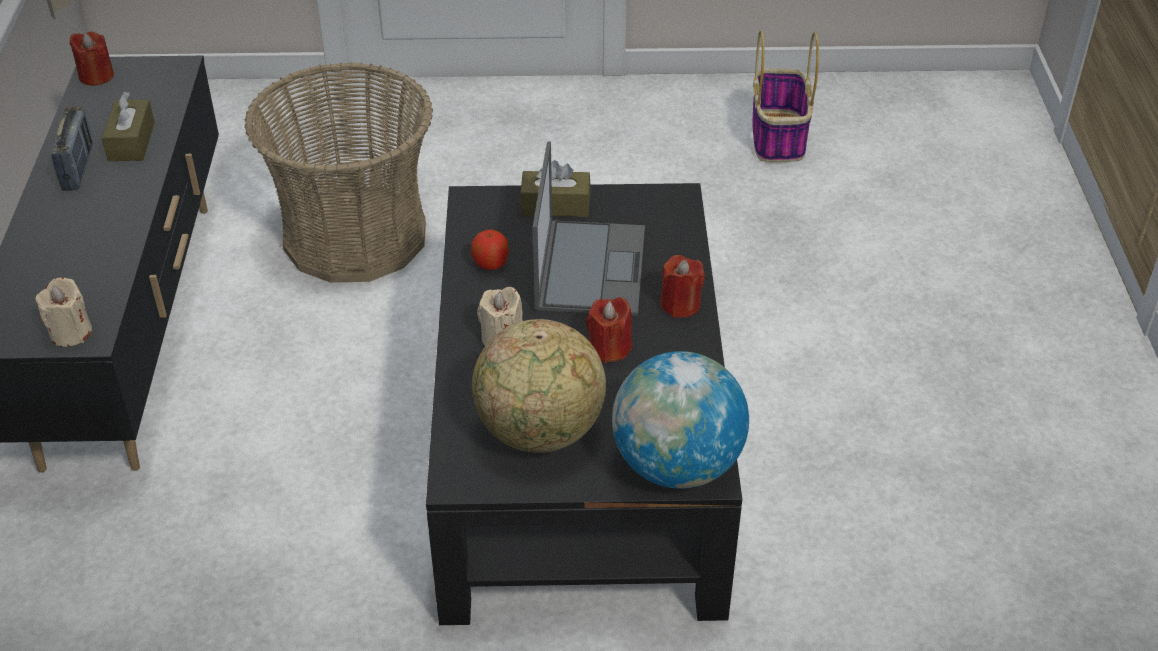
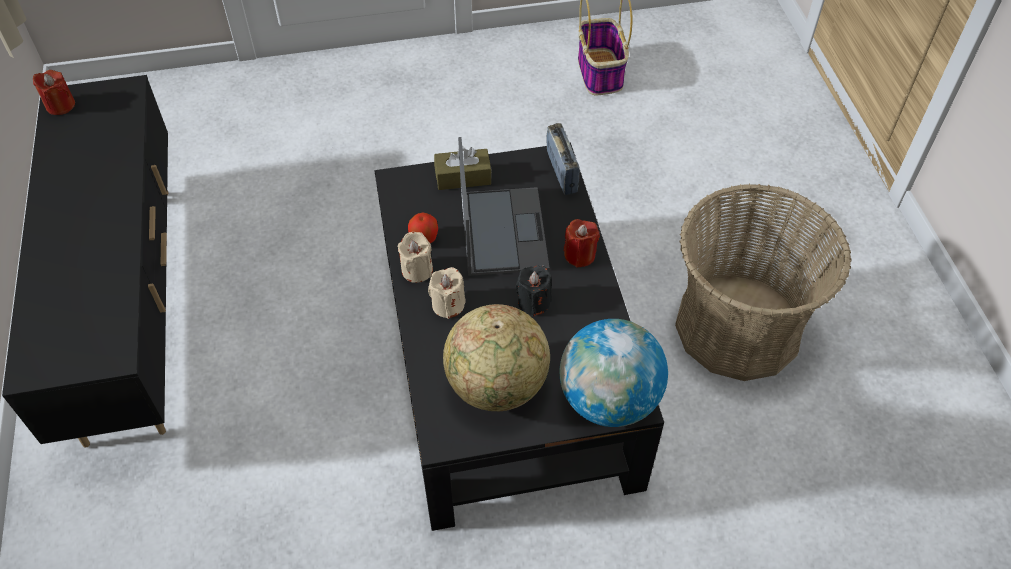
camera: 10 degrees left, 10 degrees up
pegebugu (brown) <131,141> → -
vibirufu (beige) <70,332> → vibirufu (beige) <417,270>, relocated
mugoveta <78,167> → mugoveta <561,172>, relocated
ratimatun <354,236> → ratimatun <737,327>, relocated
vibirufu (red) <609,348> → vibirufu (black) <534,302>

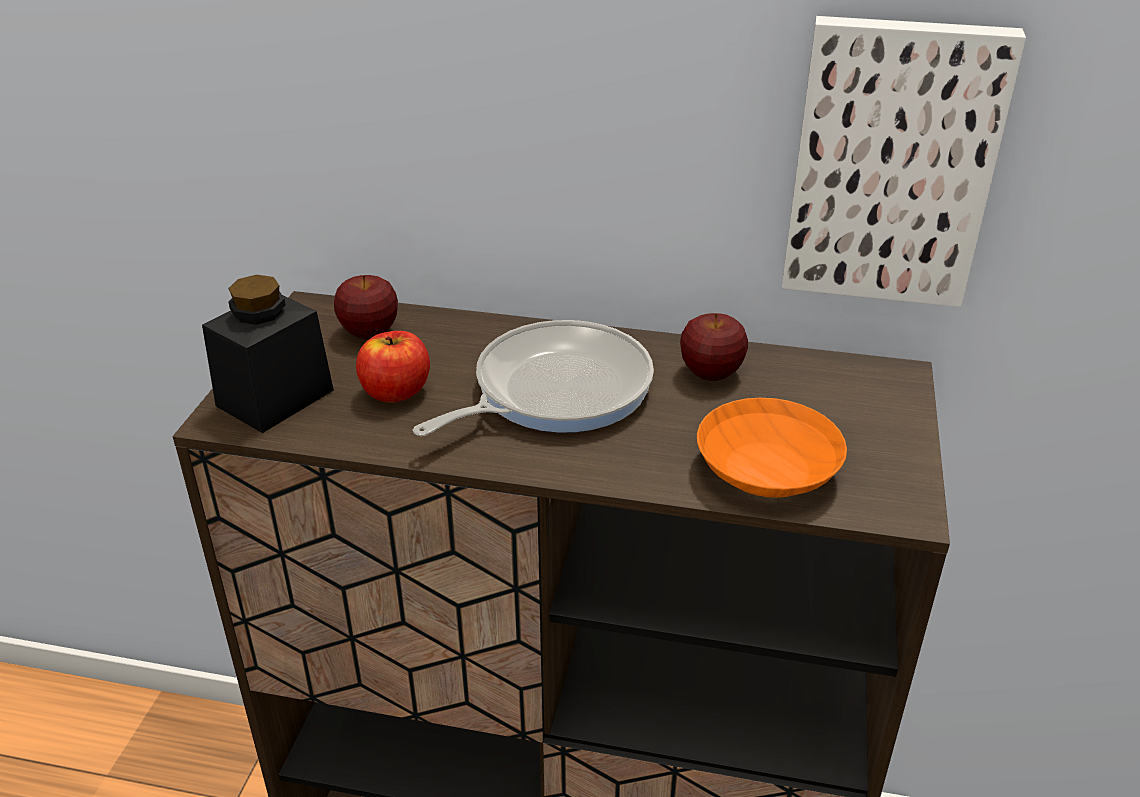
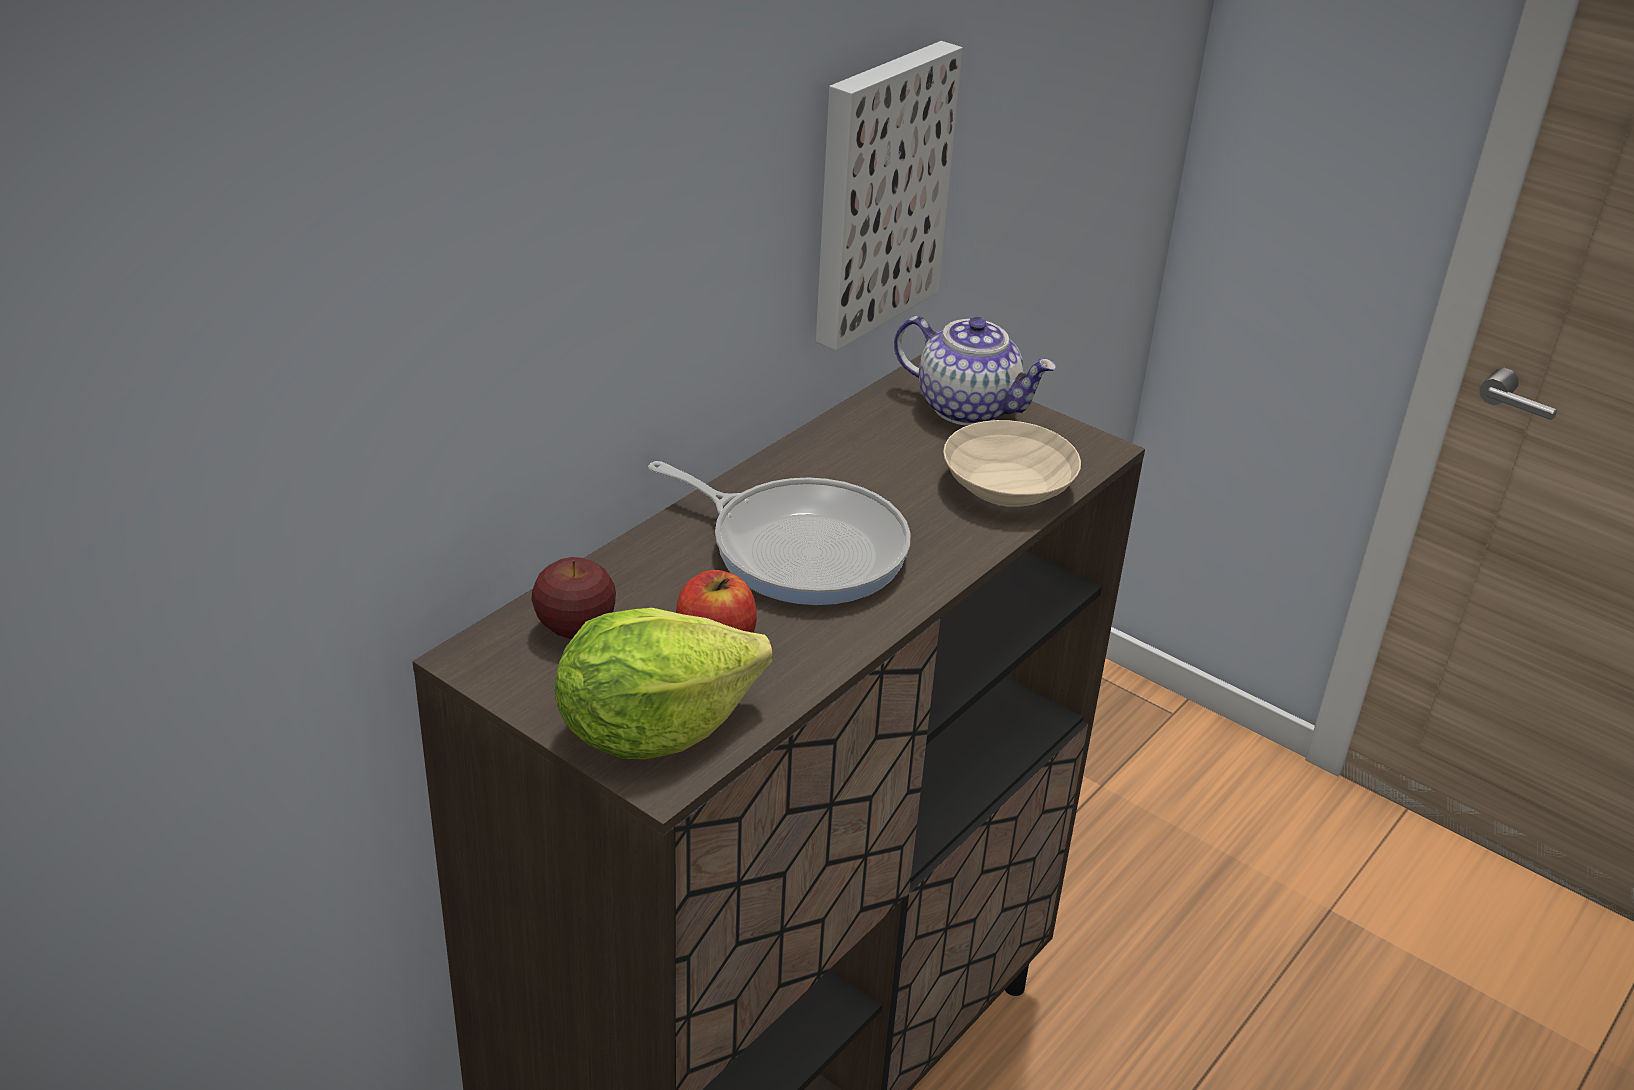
camera: 65 degrees left, 0 degrees up
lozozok <711,373> → -
- → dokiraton <969,407>
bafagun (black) <275,398> → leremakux <653,729>
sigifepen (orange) <763,469> → sigifepen (beige) <1004,486>
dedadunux <554,391> → dedadunux <800,548>, 135 degrees clockwise

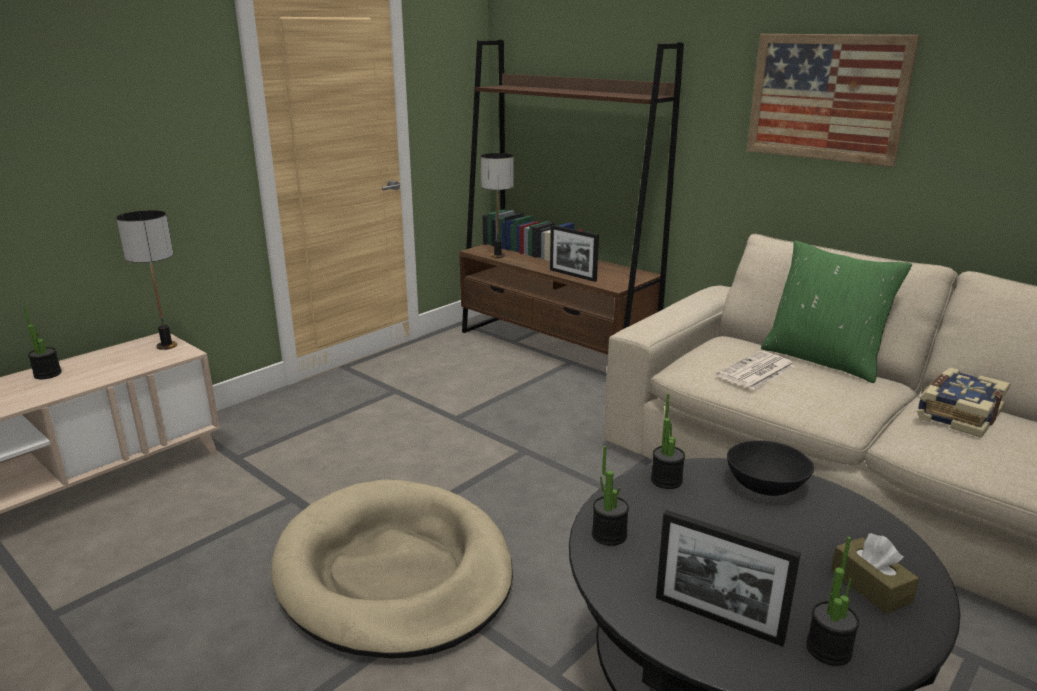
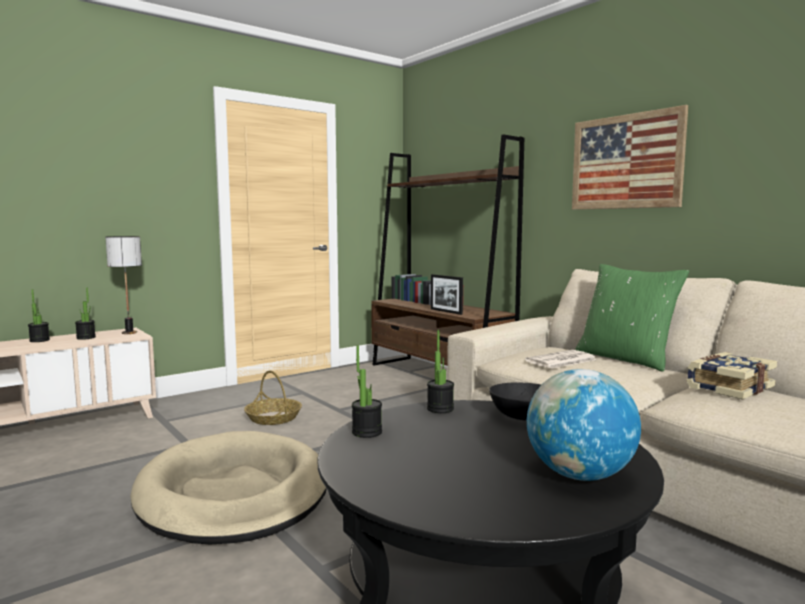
camera: 10 degrees right, 15 degrees down
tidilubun <498,256> → -
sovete <718,619> → -
- → ratimatun <273,418>
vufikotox <828,649> → vufikotox <86,337>, relocated
pegebugu (brown) <870,586> → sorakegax <579,475>

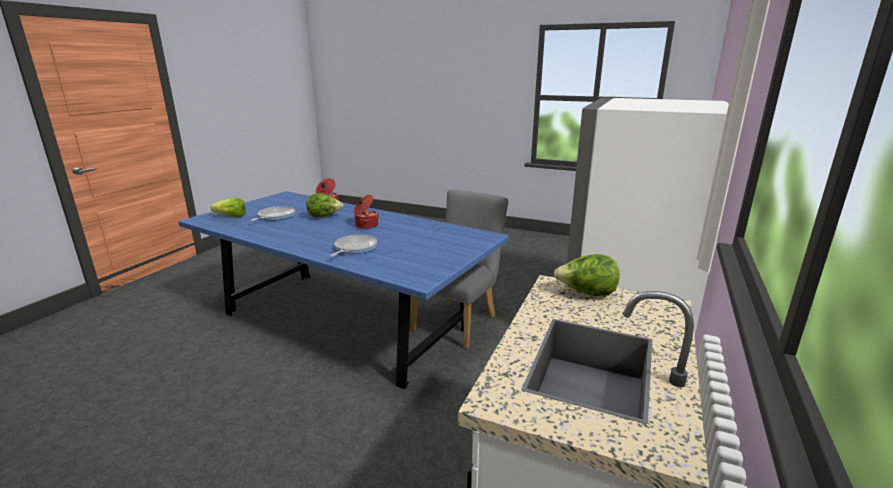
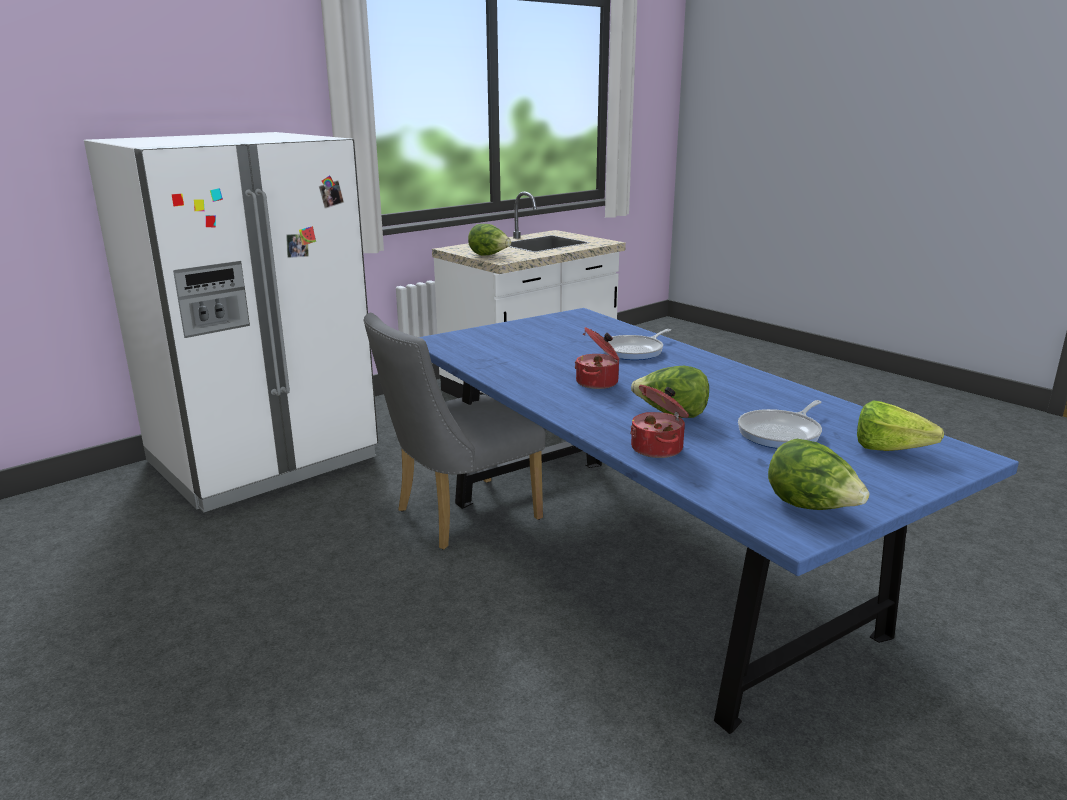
camera: 155 degrees left, 0 degrees up
- → leremakux <811,507>

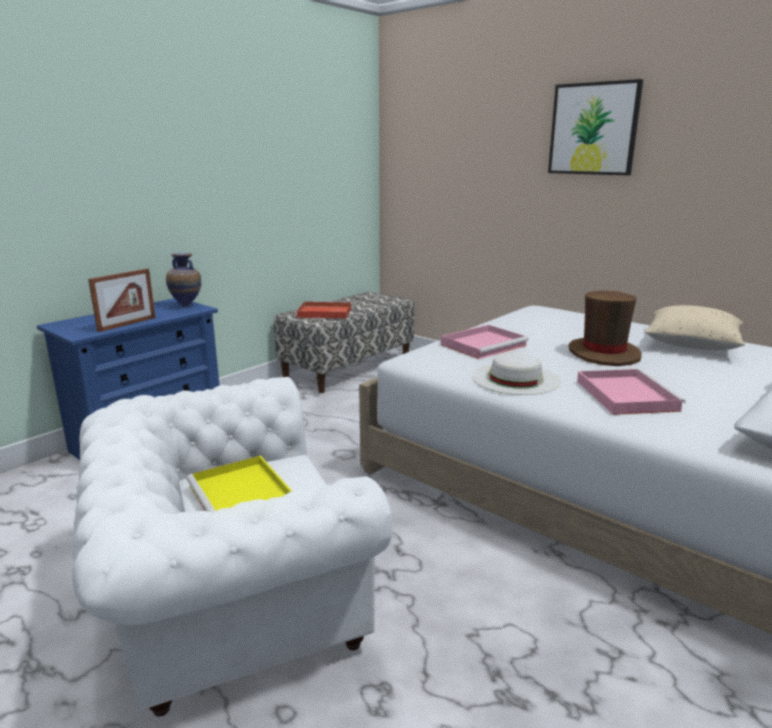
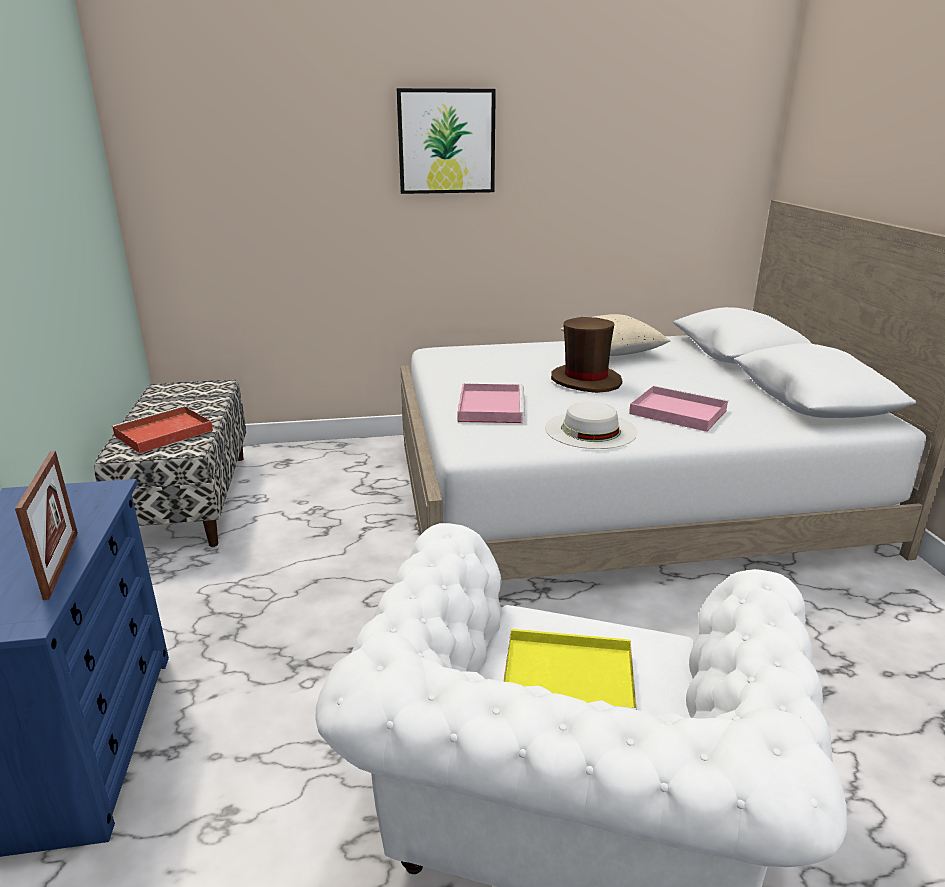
camera: 50 degrees left, 5 degrees up
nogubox <187,306> → -

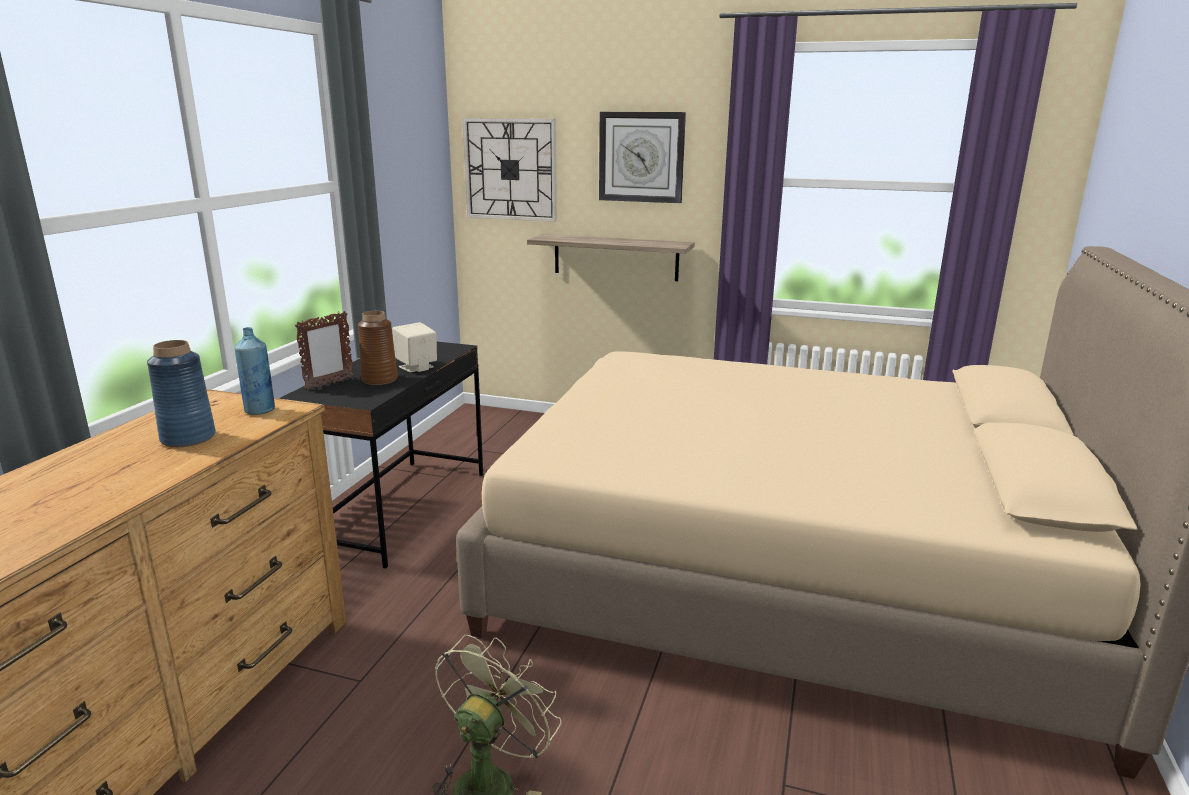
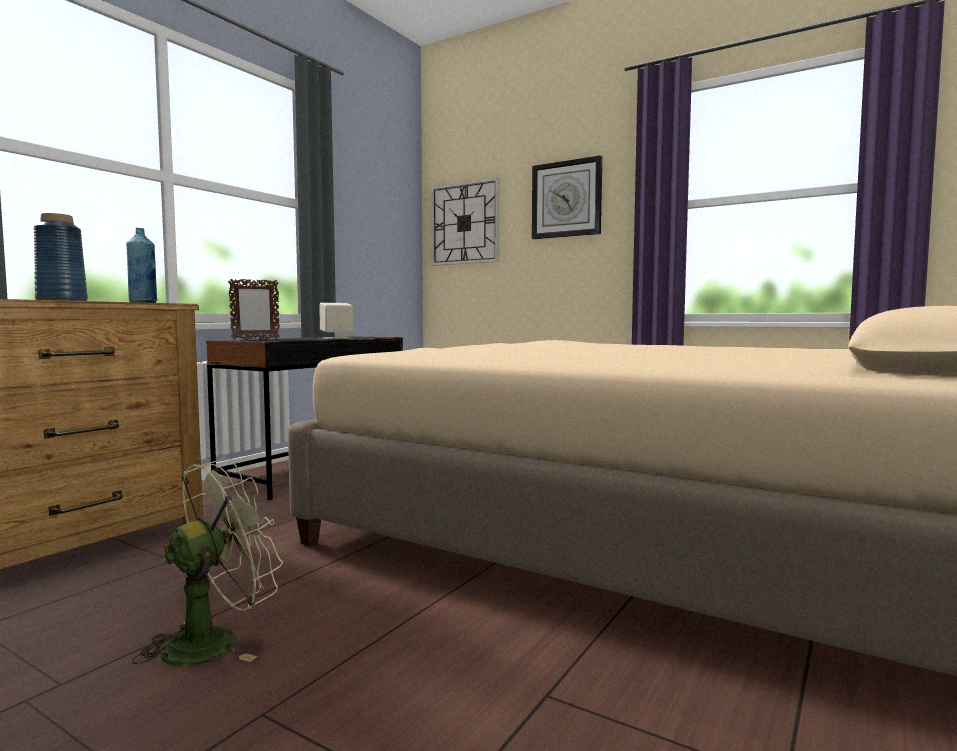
camera: 15 degrees right, 15 degrees down
nogubox (brown) <379,379> → -
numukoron <615,257> → -

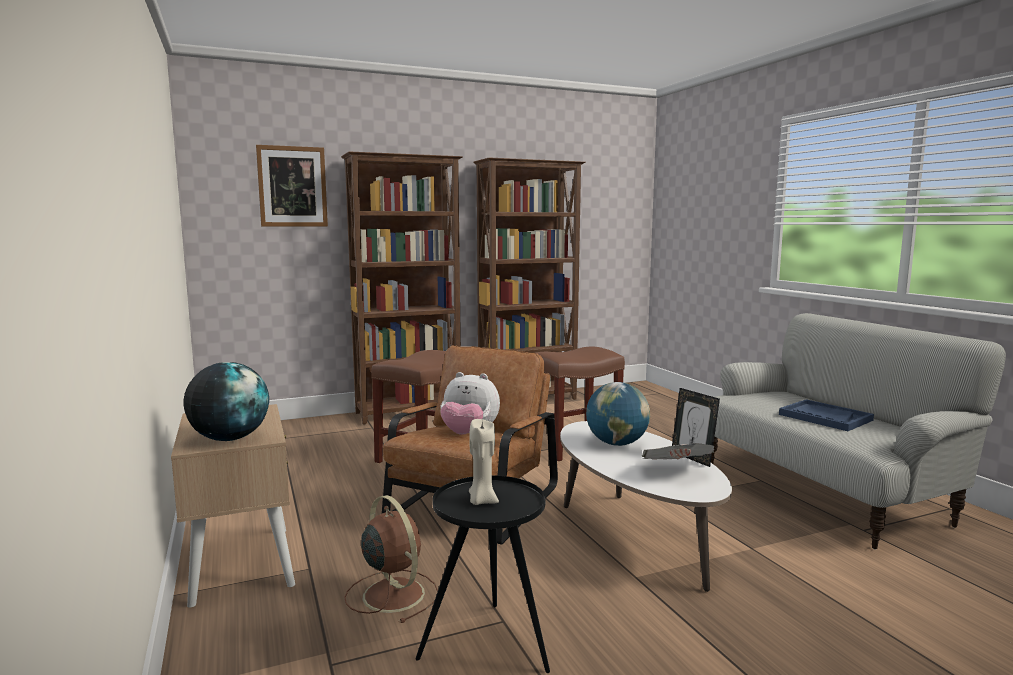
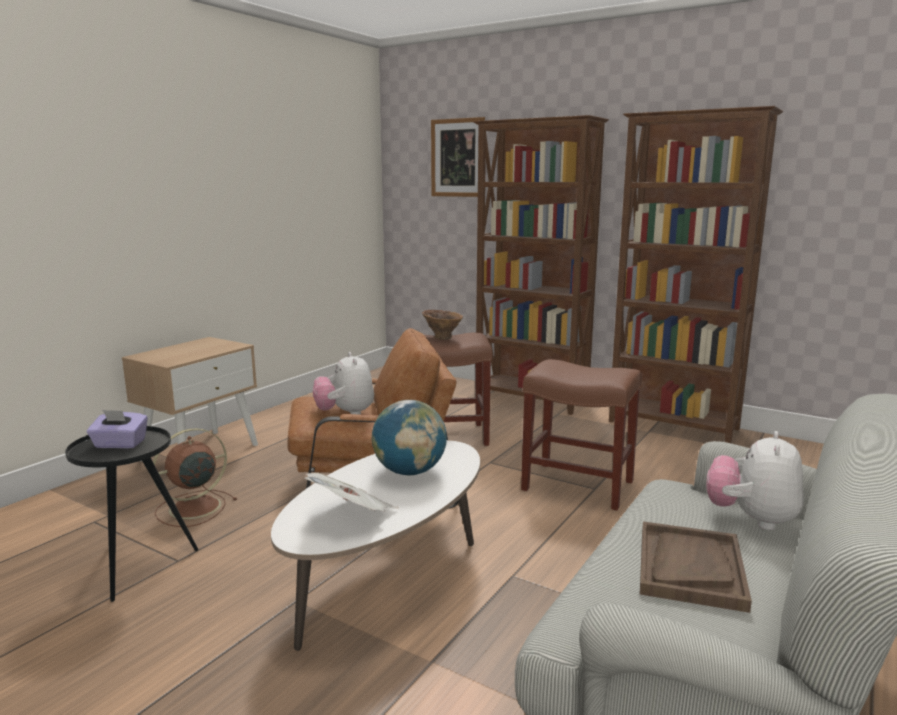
camera: 55 degrees right, 5 degrees up
sorakegax <230,438> → -
sovete <692,458> → -
- → nogubox (brown) <442,337>
- → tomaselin <751,519>
vibirufu (beige) <481,501> → pegebugu (purple) <120,444>
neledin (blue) <824,417> → neledin (brown) <690,567>
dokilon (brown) <392,593> → dokilon (brown) <192,508>, 150 degrees counterclockwise

